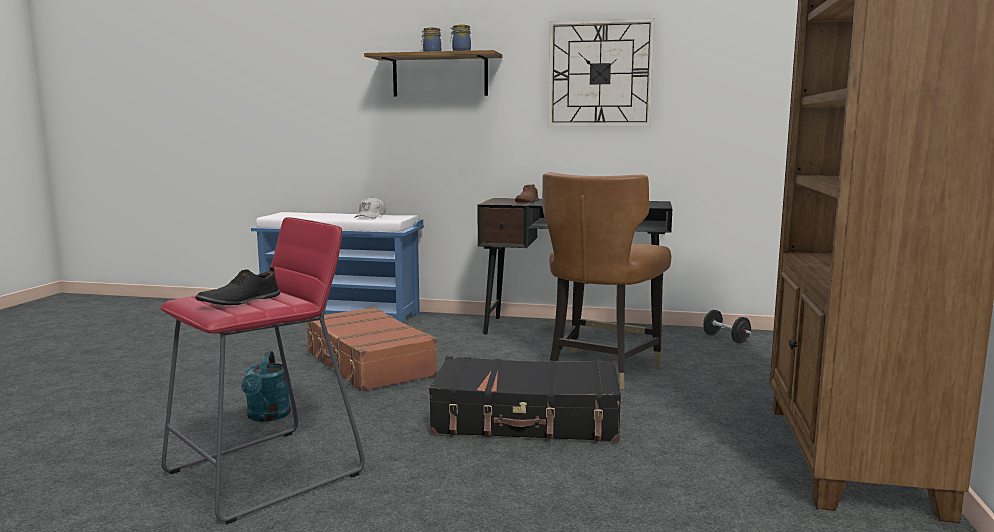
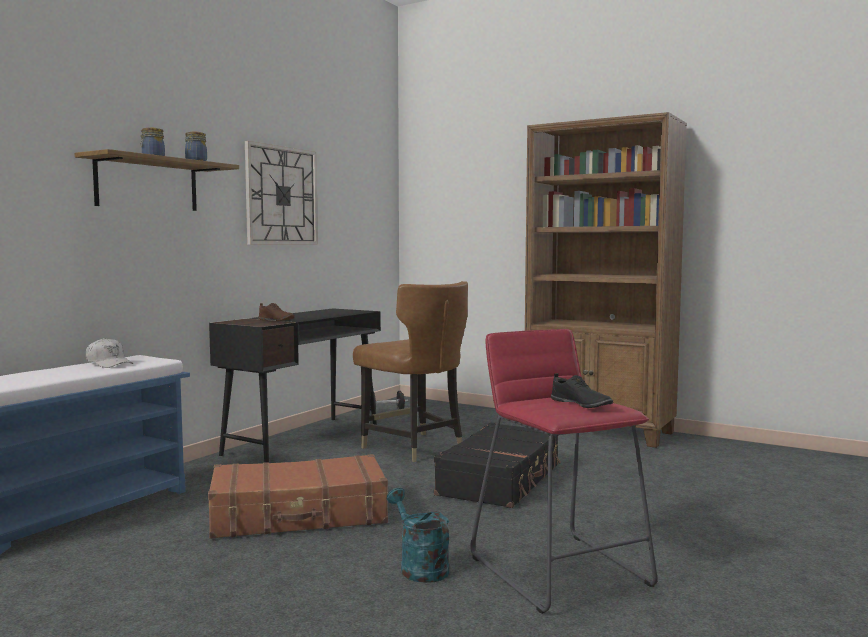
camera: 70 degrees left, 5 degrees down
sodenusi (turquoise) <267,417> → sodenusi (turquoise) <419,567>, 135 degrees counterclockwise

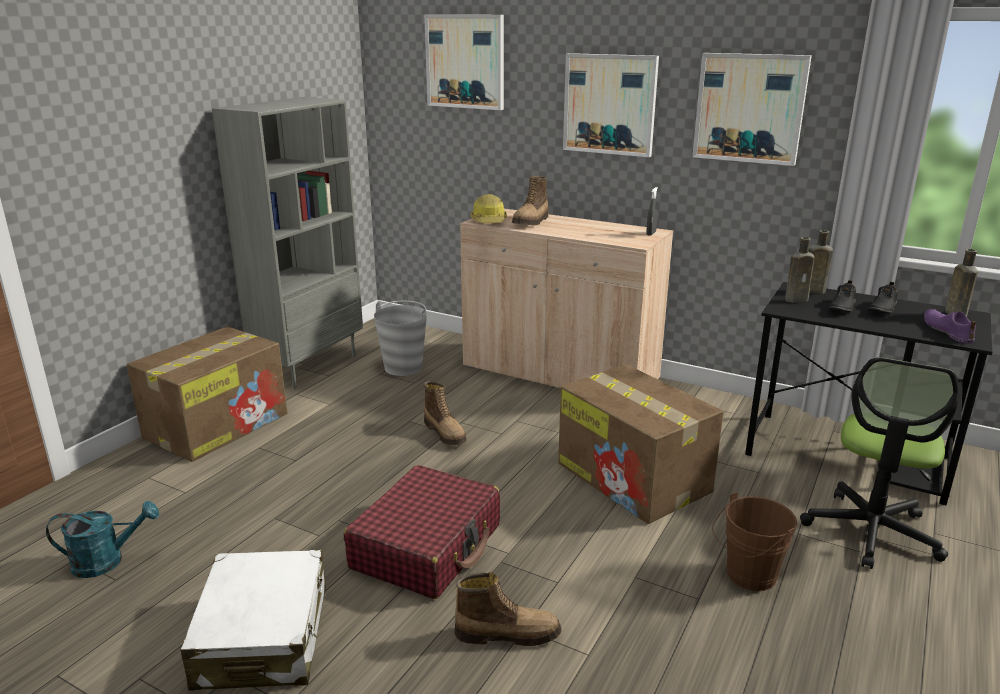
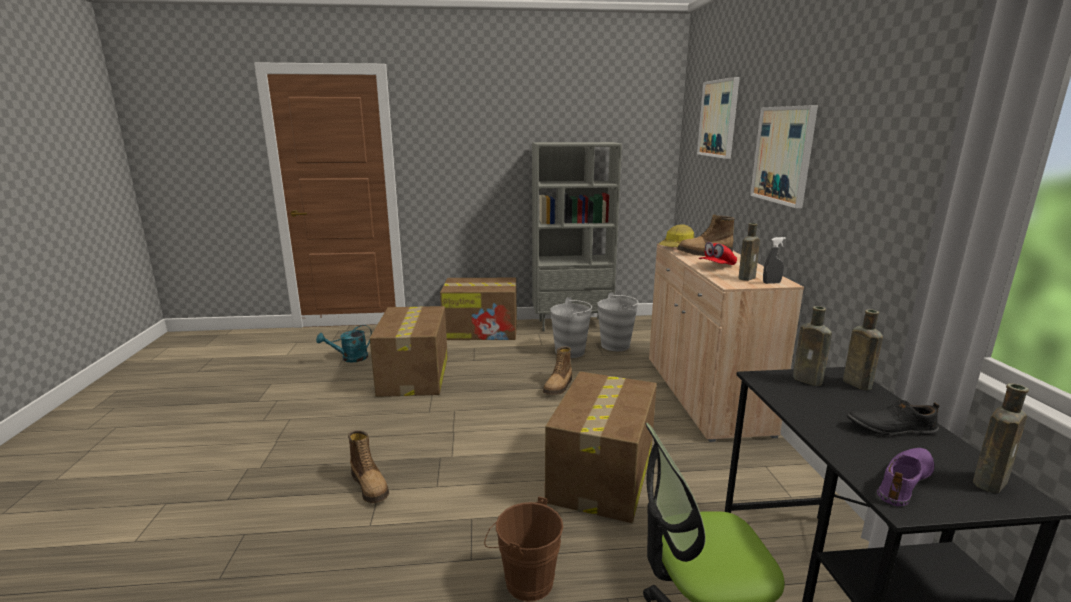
camera: 55 degrees right, 5 degrees down
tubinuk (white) <263,637> → -
tubinuk (red) <427,546> → -
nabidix <749,108> → -
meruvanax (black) <841,307> → -
- → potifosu <414,376>
- → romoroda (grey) <570,352>
- → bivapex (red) <717,266>
- → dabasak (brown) <747,278>
sodenusi (turquoise) <107,561> → sodenusi (turquoise) <350,358>, 105 degrees clockwise

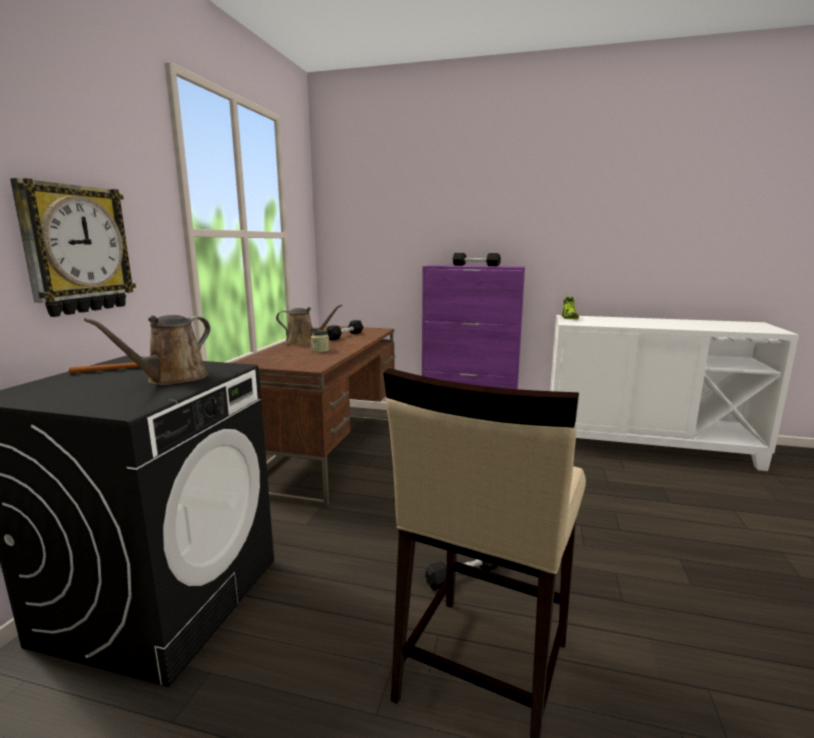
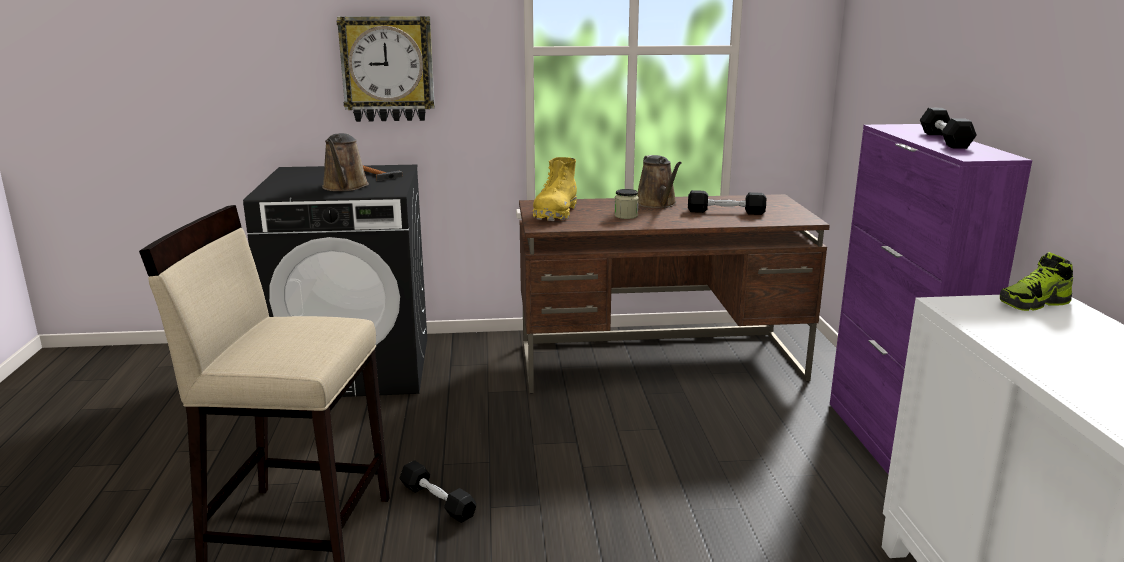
camera: 70 degrees right, 5 degrees up
- → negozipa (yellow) <555,213>
sodenusi (brown) <172,379> → sodenusi (brown) <345,187>, 105 degrees counterclockwise

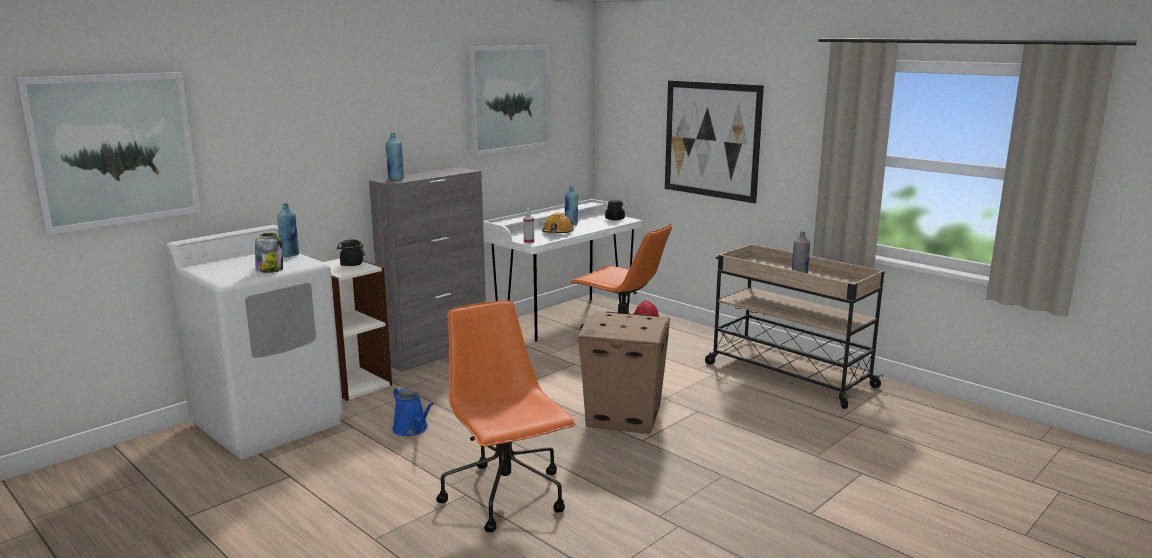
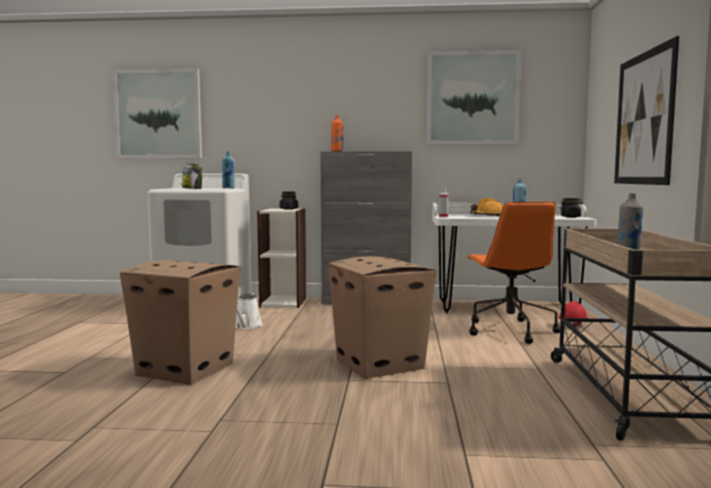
camera: 50 degrees right, 10 degrees down
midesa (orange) <506,497> → potifosu <186,369>
dabasak (blue) <395,179> → dabasak (orange) <337,151>
sodenusi (blue) <412,429> → sodenusi (white) <247,326>

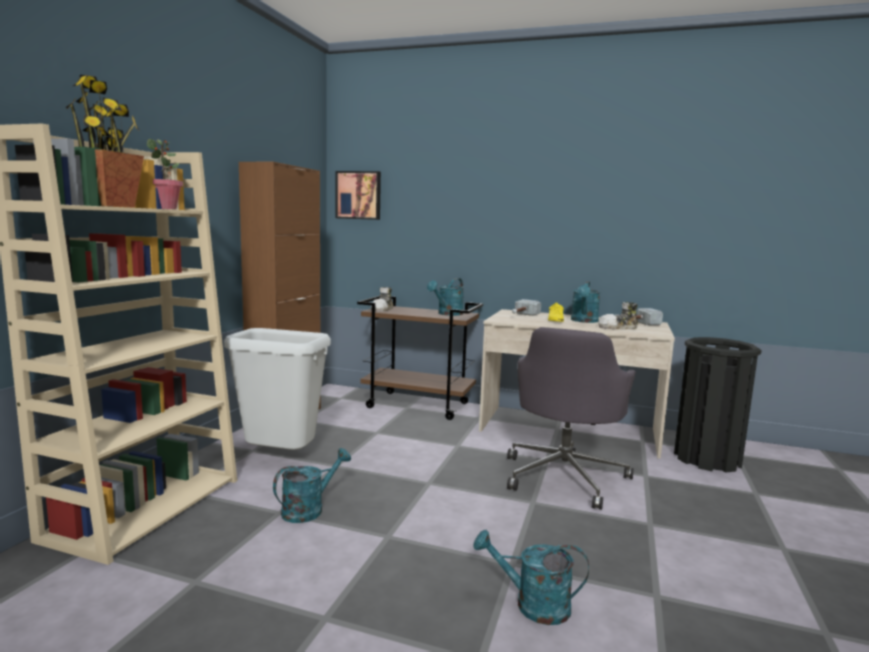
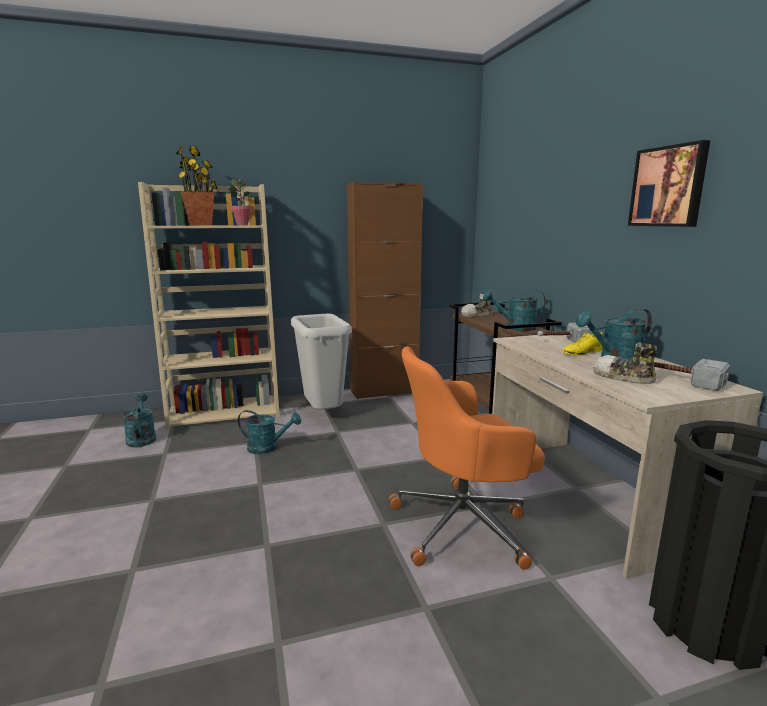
camera: 55 degrees right, 5 degrees up
nabidix <359,195> → nabidix <669,187>, relocated
sodenusi (turquoise) <532,605> → sodenusi (turquoise) <141,438>, relocated
midesa (grey) <564,476> → midesa (orange) <463,525>

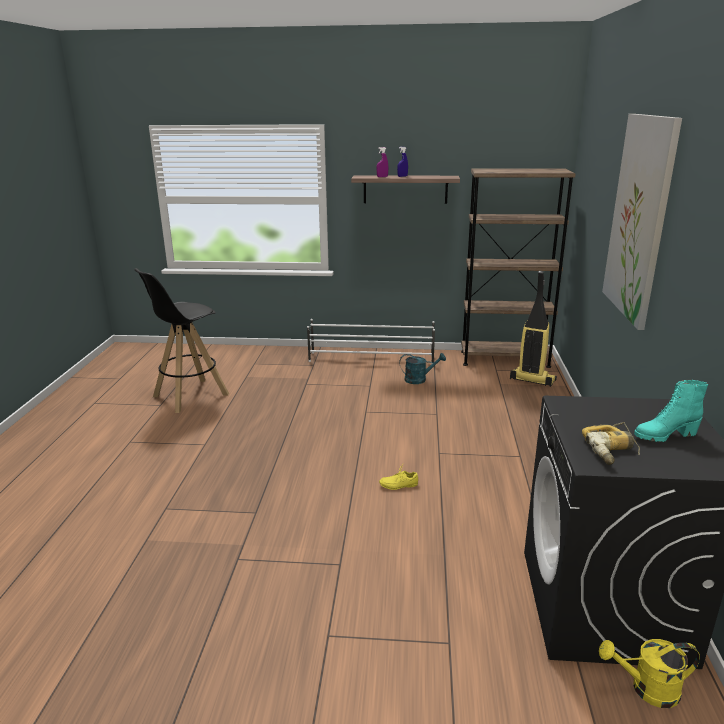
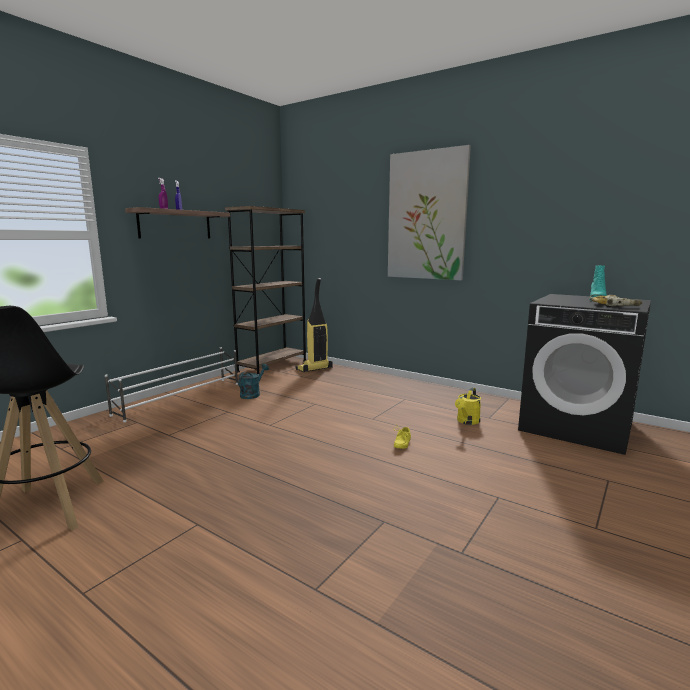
camera: 60 degrees left, 10 degrees down
sodenusi (yellow) <647,689> → sodenusi (yellow) <467,421>, relocated

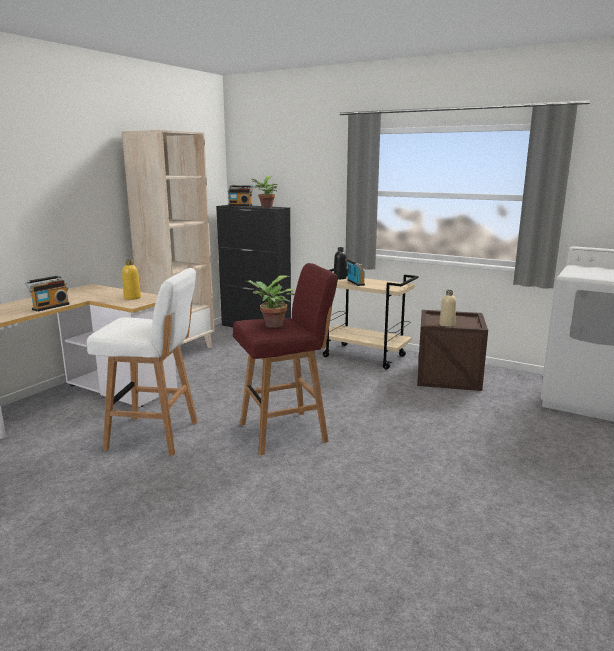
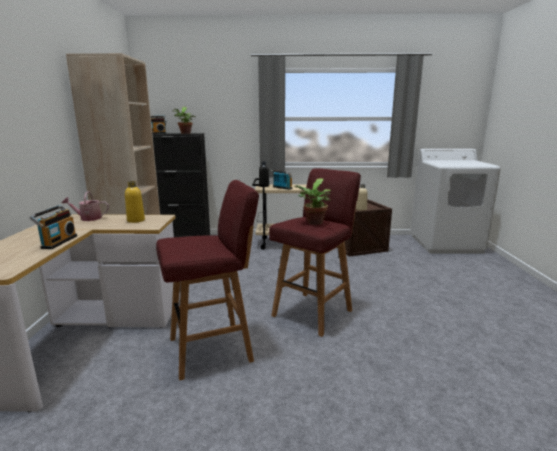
camera: 30 degrees left, 0 degrees up
- → sodenusi <88,218>
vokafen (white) <155,435> → vokafen (red) <213,349>

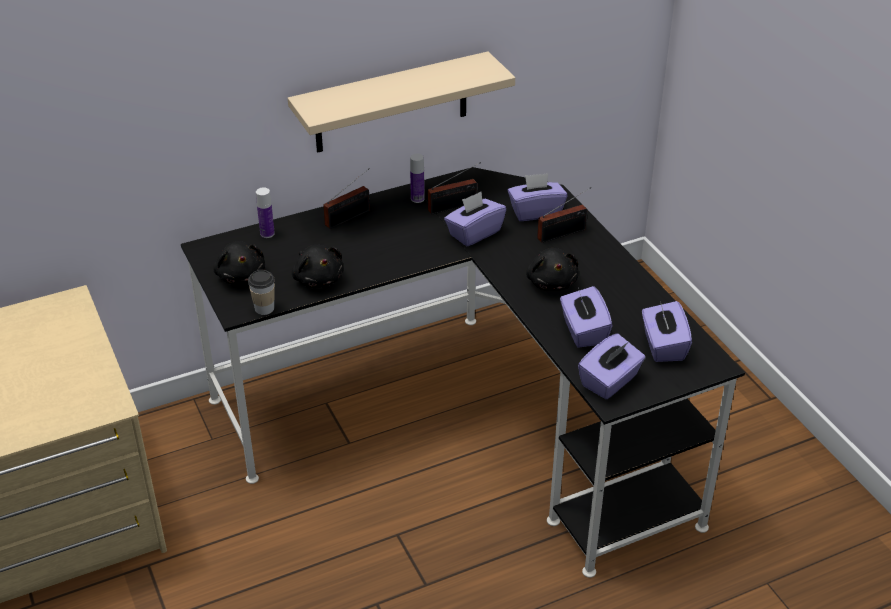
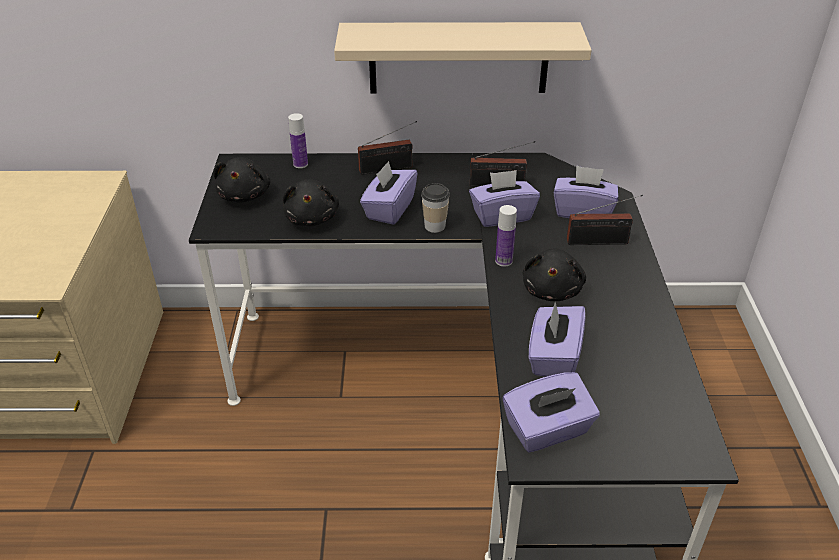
camera: 25 degrees right, 0 degrees up
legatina <264,308> → legatina <435,226>, relocated
dabasak <417,199> → dabasak <503,261>, relocated
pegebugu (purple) <663,346> → pegebugu (purple) <389,209>, relocated

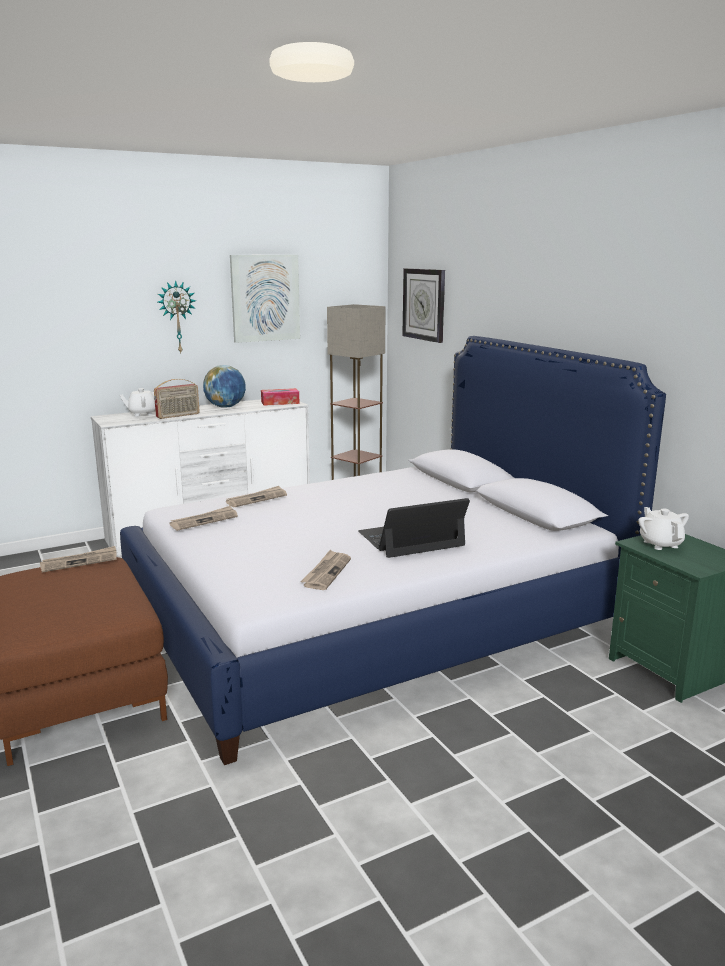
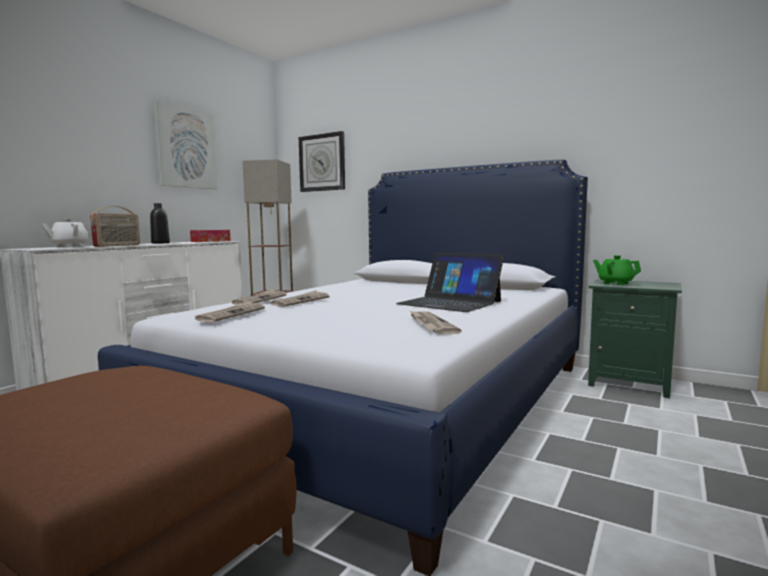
camera: 30 degrees left, 10 degrees down
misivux <177,317> → -
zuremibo <80,561> → zuremibo <300,301>, relocated
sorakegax <225,407> → dabasak (black) <160,243>
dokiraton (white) <660,544> → dokiraton (green) <615,283>
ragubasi <411,539> → ragubasi <449,302>, 90 degrees counterclockwise

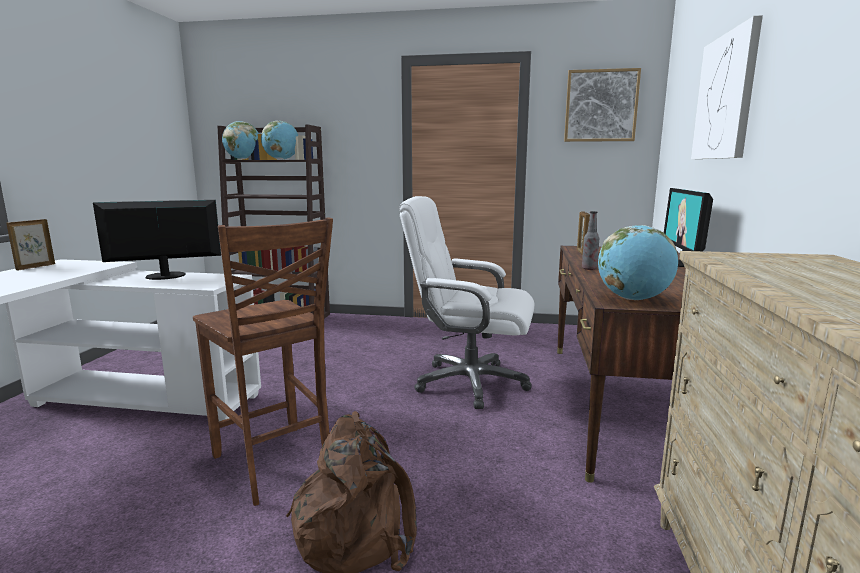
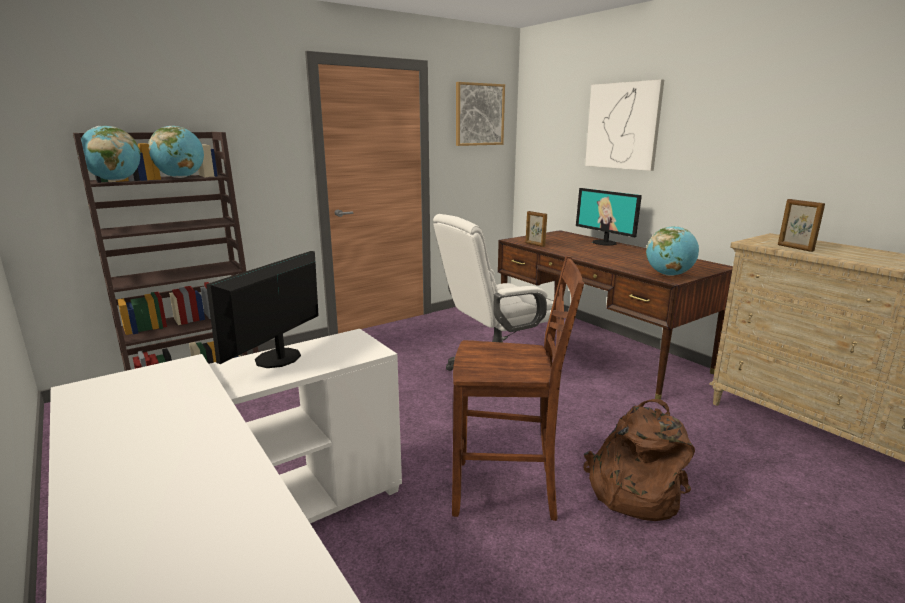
camera: 45 degrees left, 5 degrees up
dabasak <589,269> → -
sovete <35,267> → sovete <795,248>, relocated

